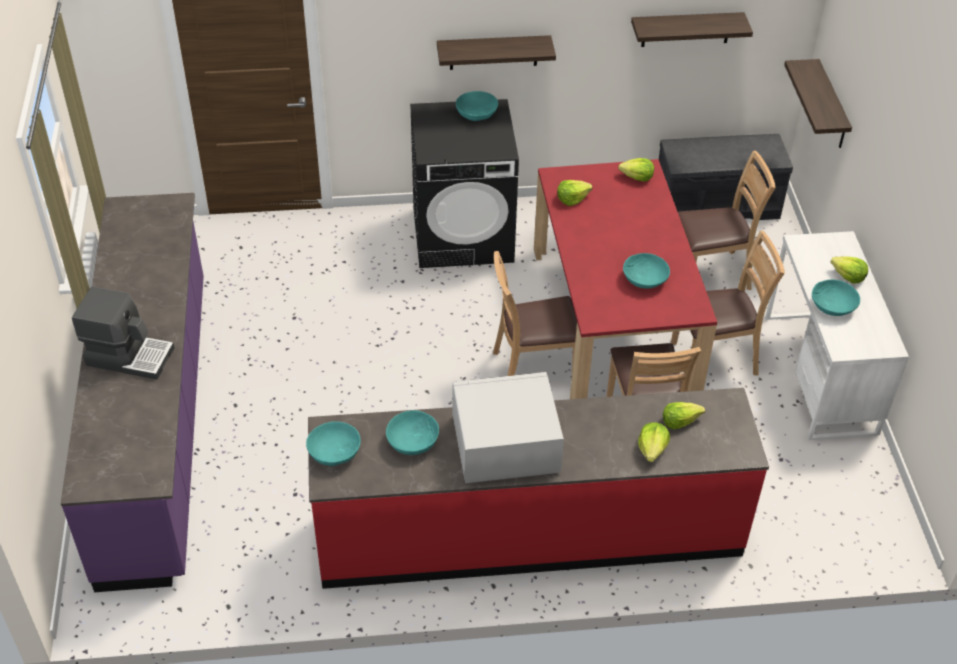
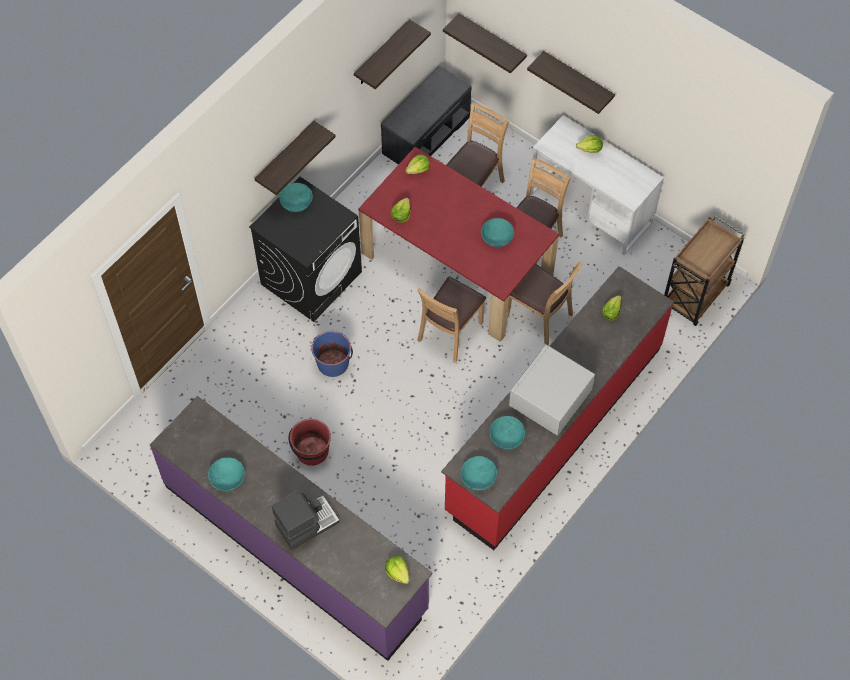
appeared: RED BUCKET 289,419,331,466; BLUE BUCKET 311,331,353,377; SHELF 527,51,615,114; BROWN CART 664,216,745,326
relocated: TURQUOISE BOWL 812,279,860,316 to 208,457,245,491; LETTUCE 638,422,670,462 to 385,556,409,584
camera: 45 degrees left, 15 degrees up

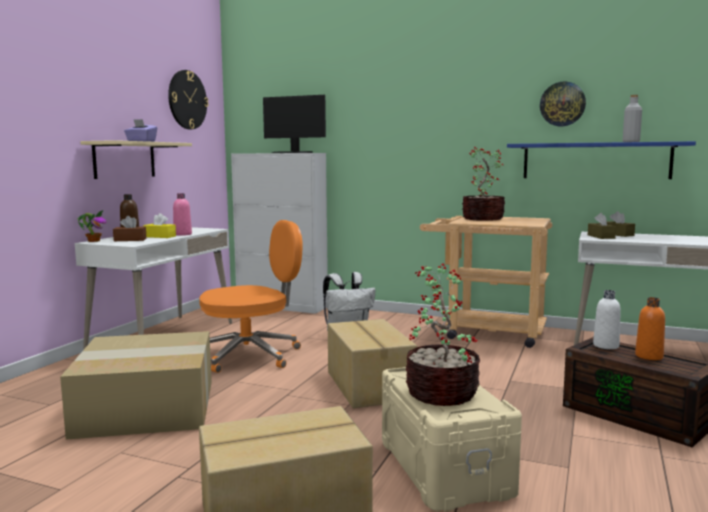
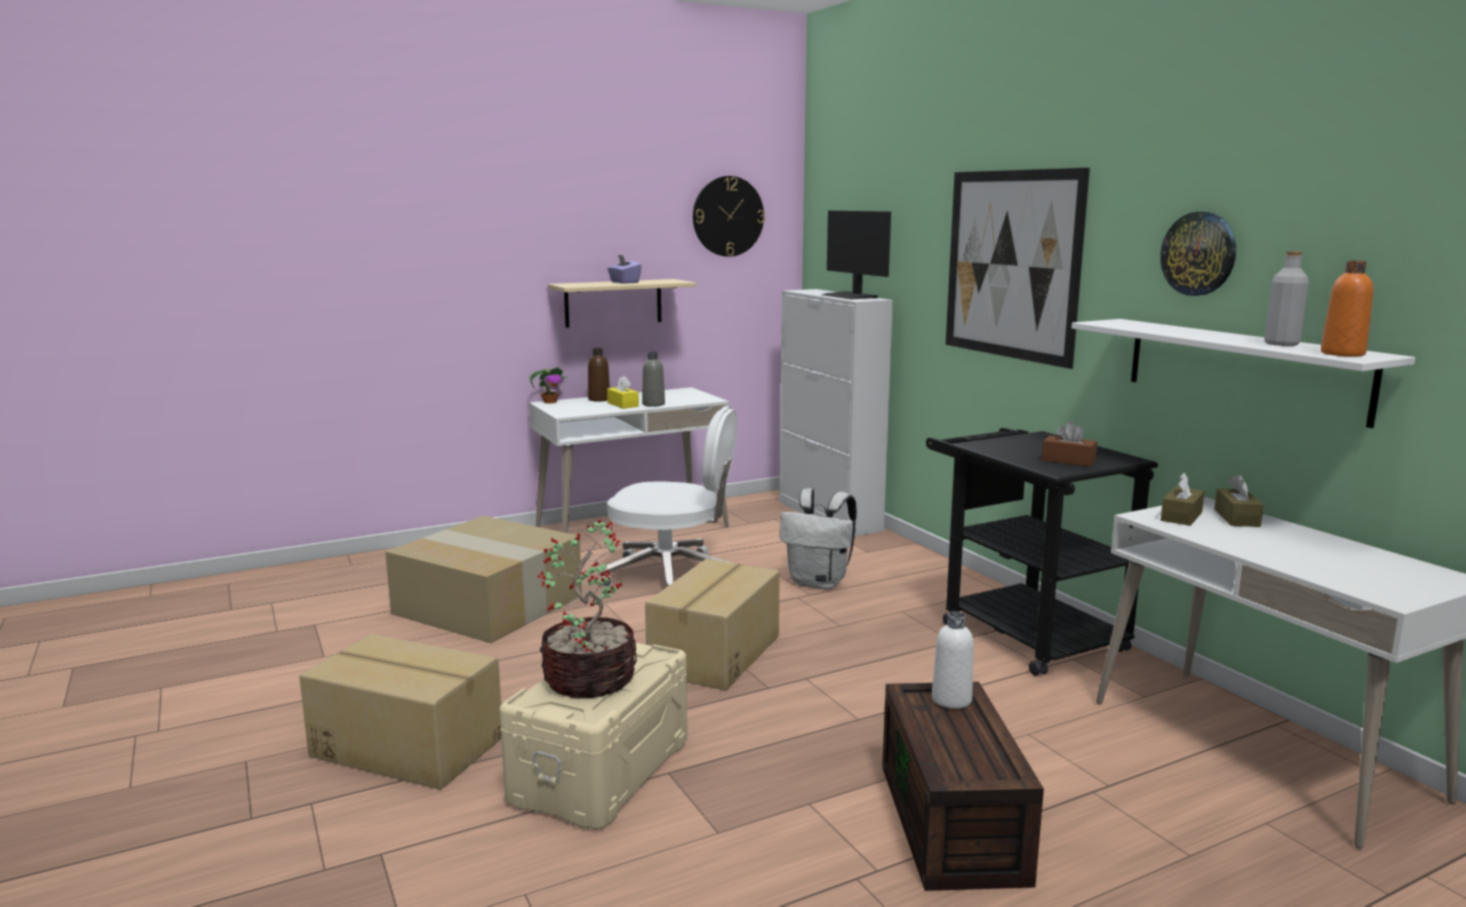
missing: POTTED PLANT 462,146,505,221
appeared: PICTURE 946,168,1090,369
relocated: BROWN TISSUE BOX 113,216,146,241 to 1042,421,1098,467; ORANGE BOTTLE 635,297,665,360 to 1321,260,1373,357
colour: ORANGE OFFICE CHAIR 199,220,303,373 to WHITE OFFICE CHAIR 600,406,737,587; PINK BOTTLE 173,193,192,236 to GREY BOTTLE 642,352,665,407; BEIGE CART 420,216,552,348 to BLACK CART 926,428,1158,676; BLUE SHELF 507,141,696,179 to WHITE SHELF 1072,319,1415,428
camera: 40 degrees right, 5 degrees up

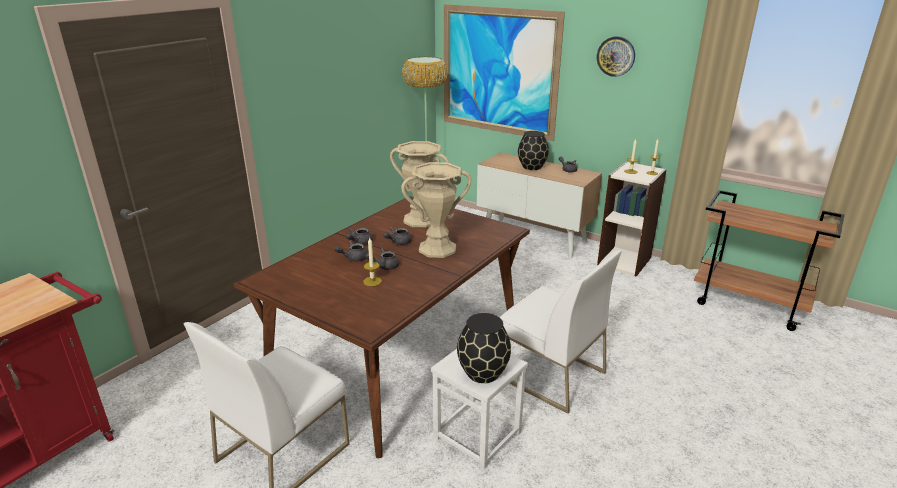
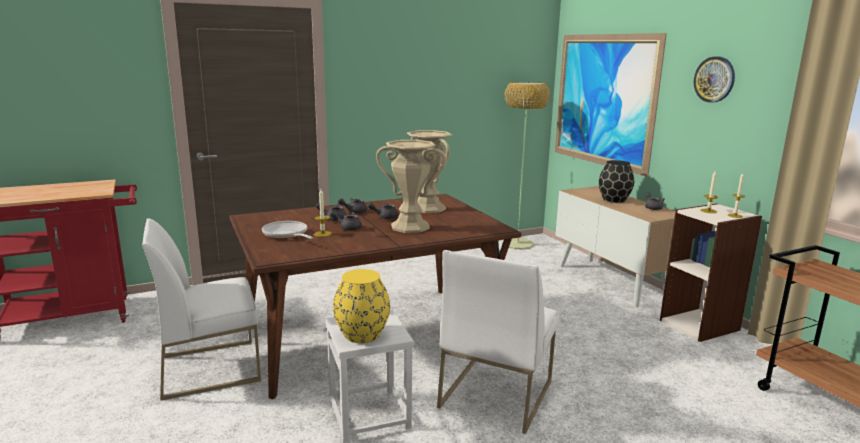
appeared: FRYING PAN 262,221,313,239
colour: BLACK VASE 457,313,511,383 to YELLOW VASE 333,269,390,343
spun: WHITE CHAIR 499,250,622,414 = 437,250,559,434 45 degrees clockwise
camera: 30 degrees right, 10 degrees down

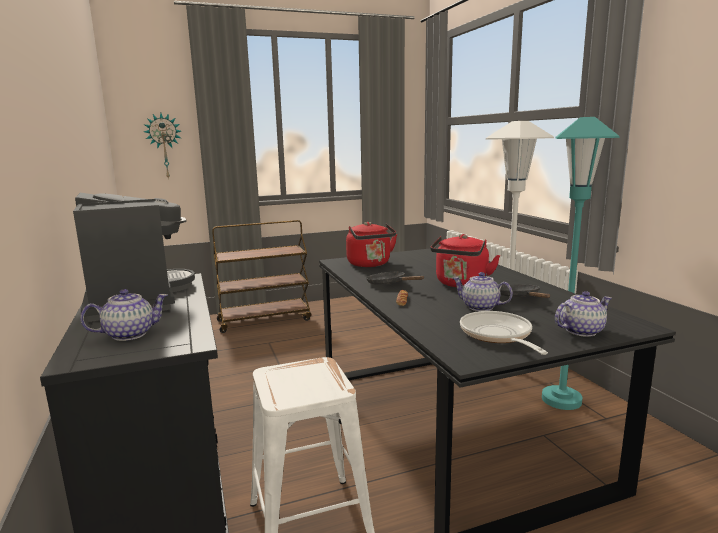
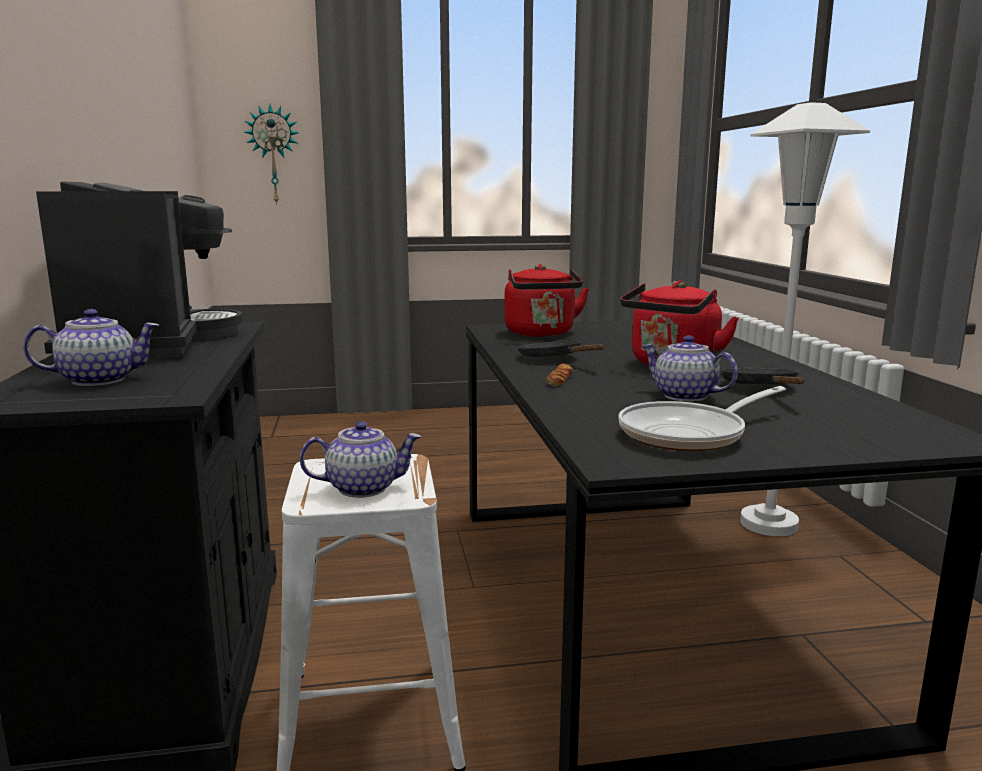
missing: BROWN CART 212,220,311,333; TURQUOISE FLOOR LAMP 542,117,620,410
relocated: TEAPOT 555,291,612,337 to 300,421,421,498
spun: FRYING PAN 460,311,548,355 = 618,386,786,451 120 degrees counterclockwise
camera: 10 degrees right, 0 degrees up

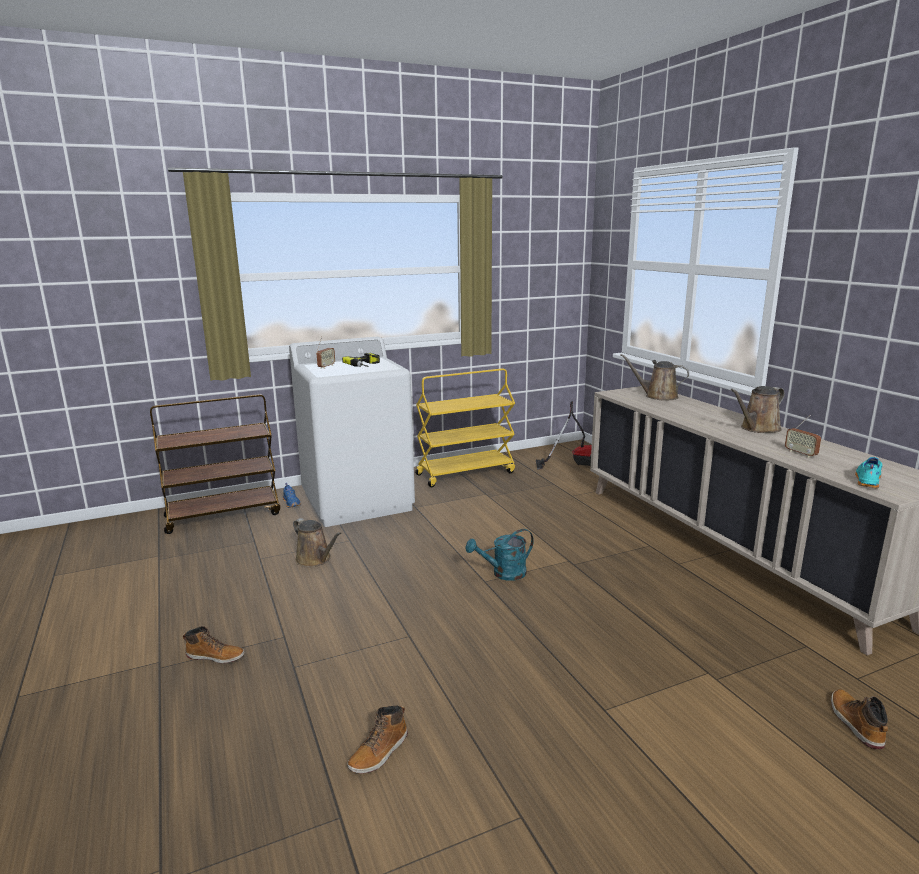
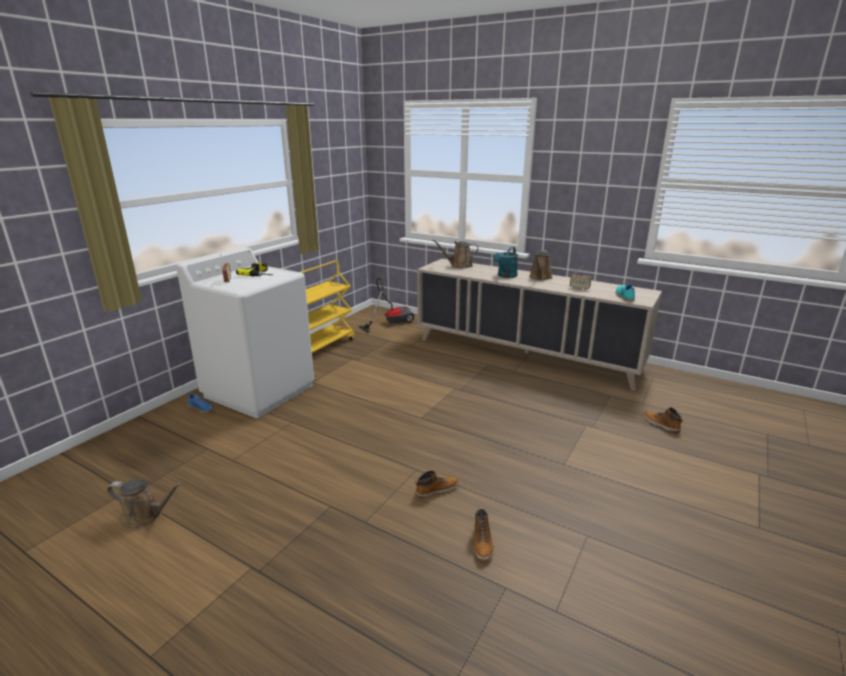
missing: BROWN CART 150,394,280,534
relocated: BROWN WATERING CAN 293,518,342,567 to 107,479,182,530; BOOT 183,626,245,664 to 415,471,459,498; TURQUOISE WATERING CAN 465,529,534,581 to 493,247,518,278
camera: 35 degrees left, 5 degrees up

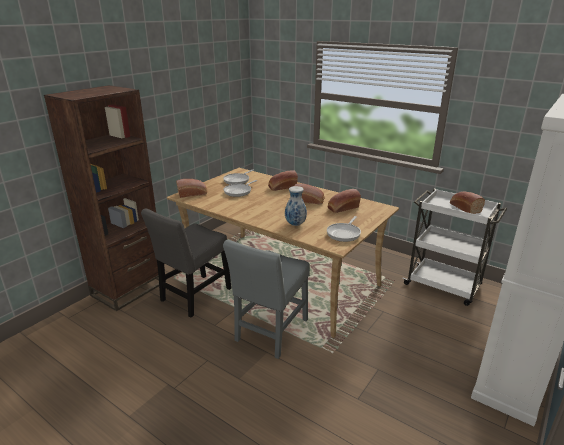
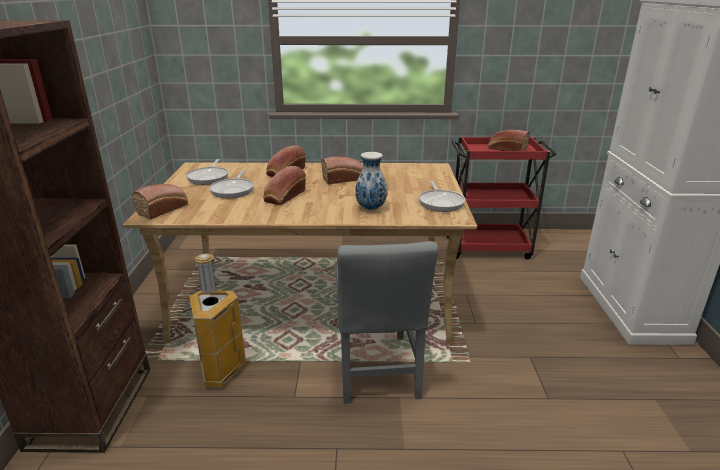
relocated: BREAD 328,189,361,213 to 263,166,306,205
exchanged: GREY CHAIR 141,209,231,317 to TRASH CAN 189,253,246,388
colour: WHITE CART 402,189,507,306 to RED CART 447,137,557,260
camera: 35 degrees left, 0 degrees up

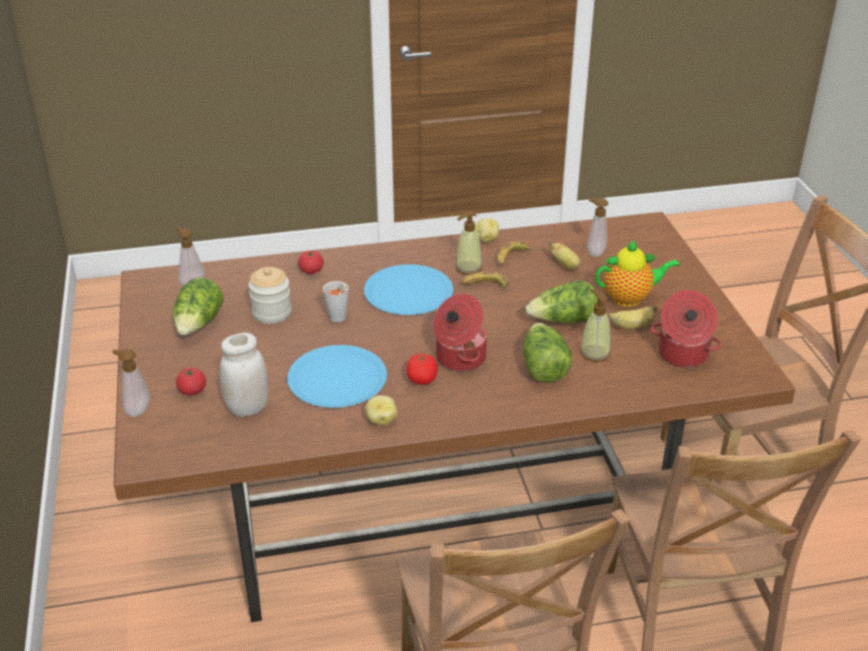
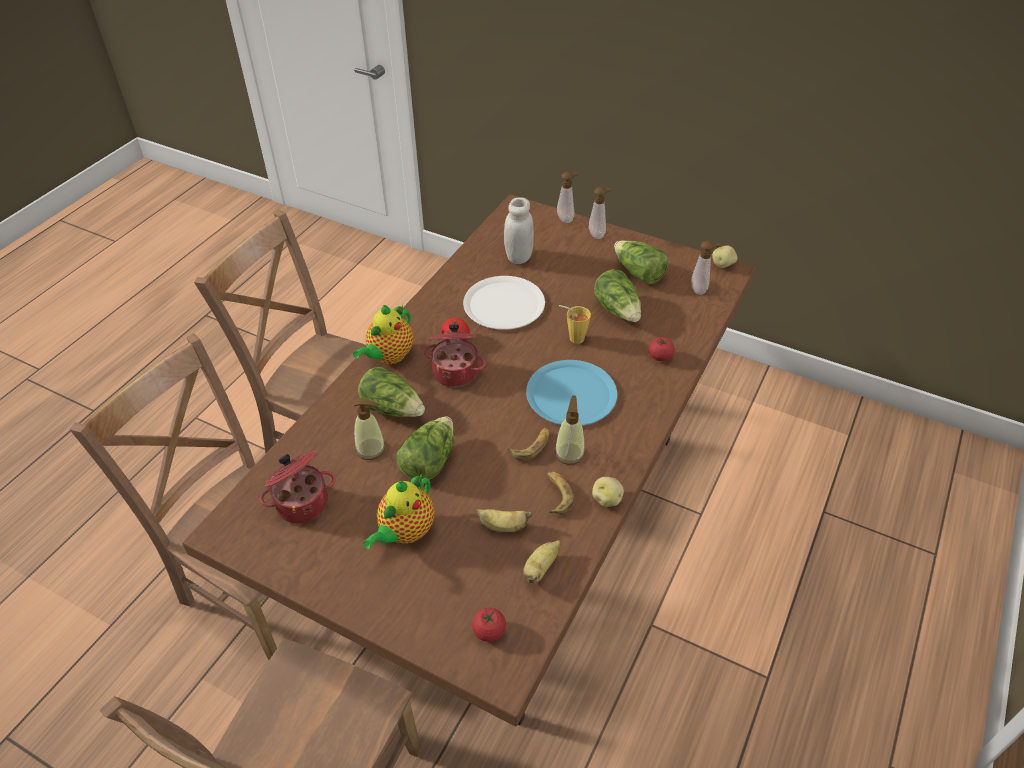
appeared: TEAPOT 353,305,413,364
relocated: TOMATO 176,368,206,395 to 472,608,506,642; BANANA 608,306,658,329 to 523,540,561,584; SOAP DISPENSER 587,198,608,257 to 589,187,612,239; POTATO 365,395,398,425 to 712,246,737,268
exchanged: JAR 248,267,291,324 to LETTUCE 594,270,641,322
colour: BLUE PLATE 287,345,387,408 to WHITE PLATE 463,276,545,330; GREY CUP 323,281,349,322 to YELLOW CUP 559,305,591,344
camera: 130 degrees right, 10 degrees up

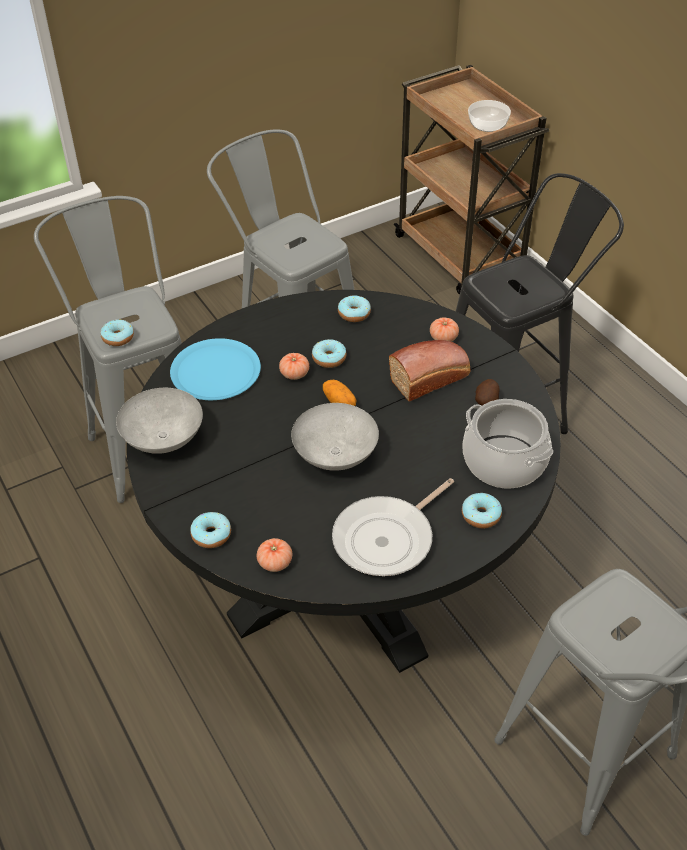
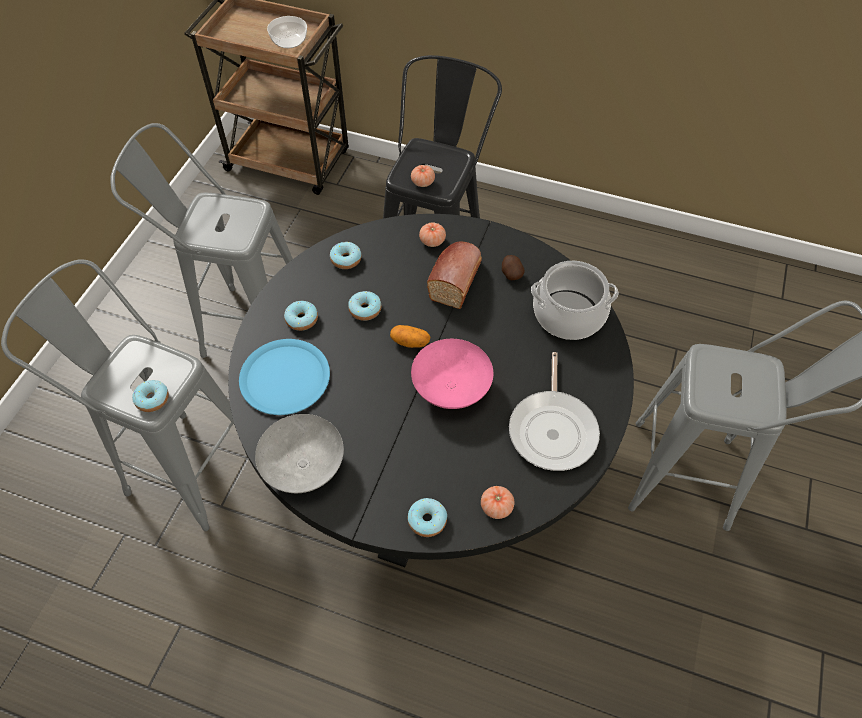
relocated: DONUT 462,493,502,528 to 284,301,318,331; TOMATO 279,353,309,380 to 411,165,435,187
colour: GREY BOWL 291,403,379,471 to PINK BOWL 411,339,493,409
camera: 40 degrees left, 10 degrees up

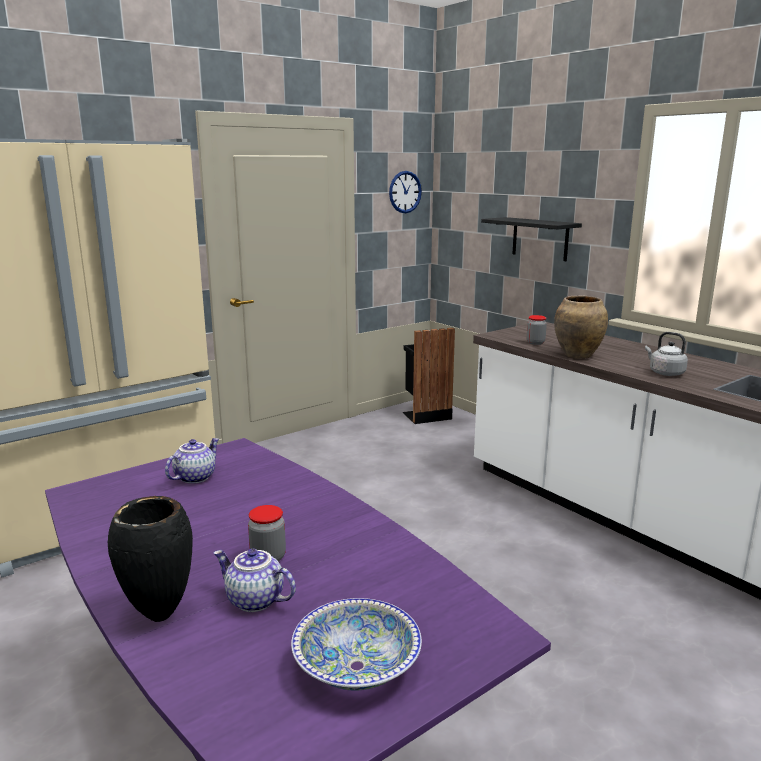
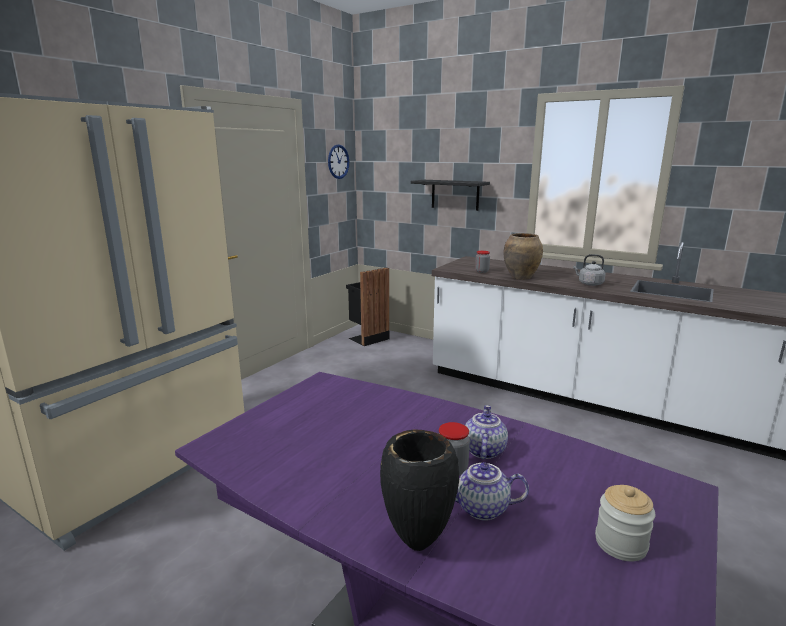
relocated: TEAPOT 165,438,219,484 to 465,405,508,459
exchanged: BOWL 291,598,422,690 to JAR 595,485,655,561
camera: 20 degrees left, 0 degrees up

